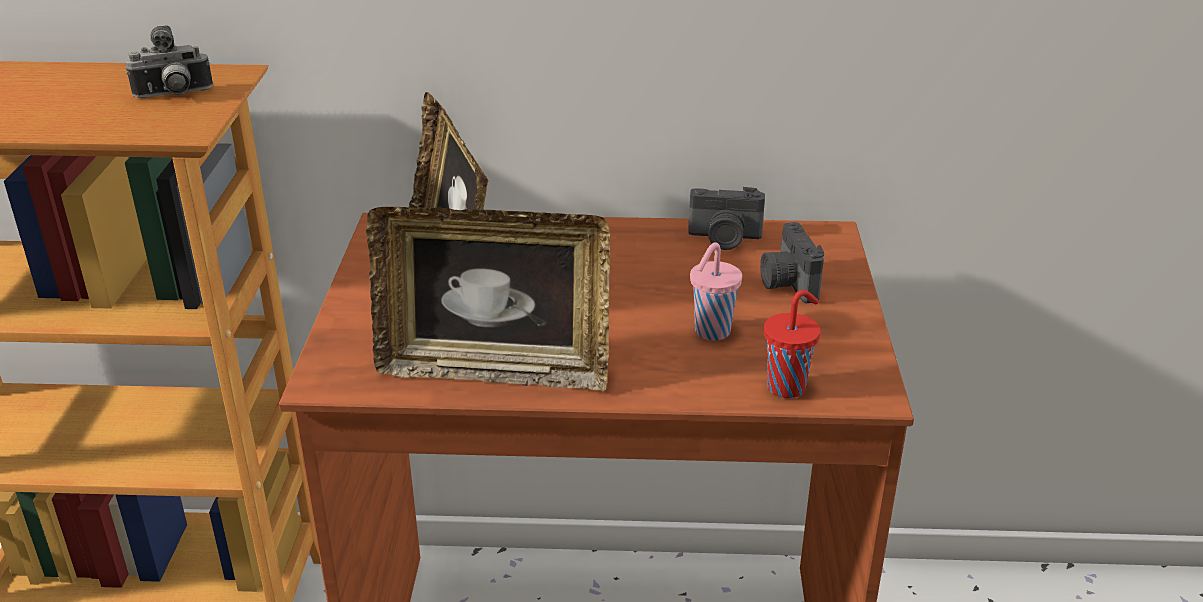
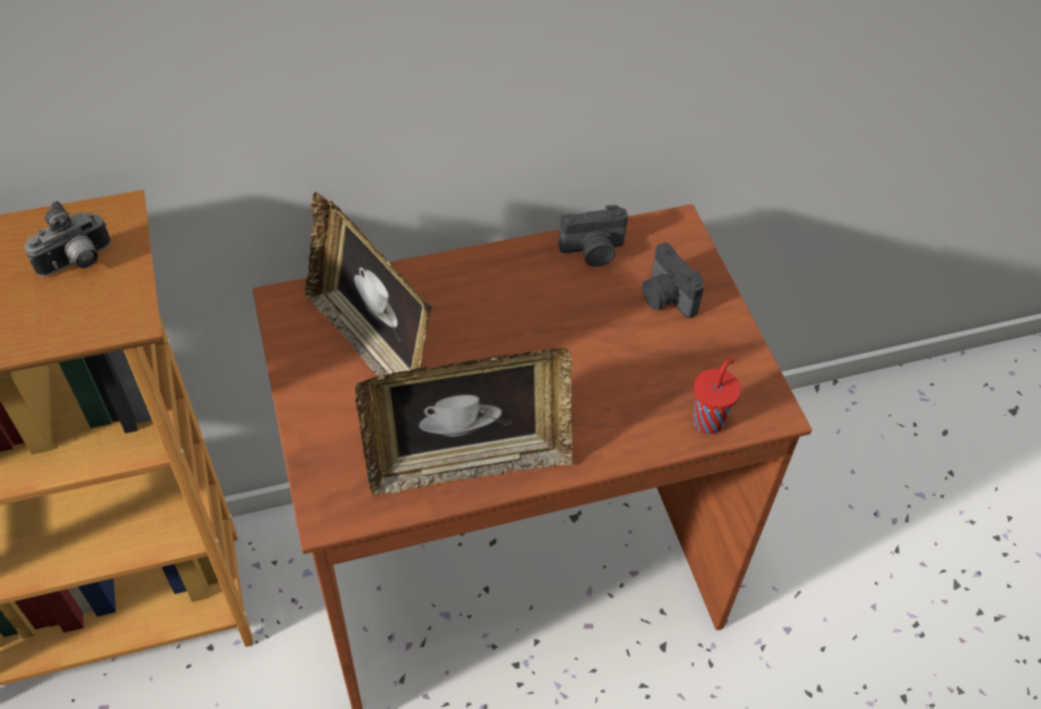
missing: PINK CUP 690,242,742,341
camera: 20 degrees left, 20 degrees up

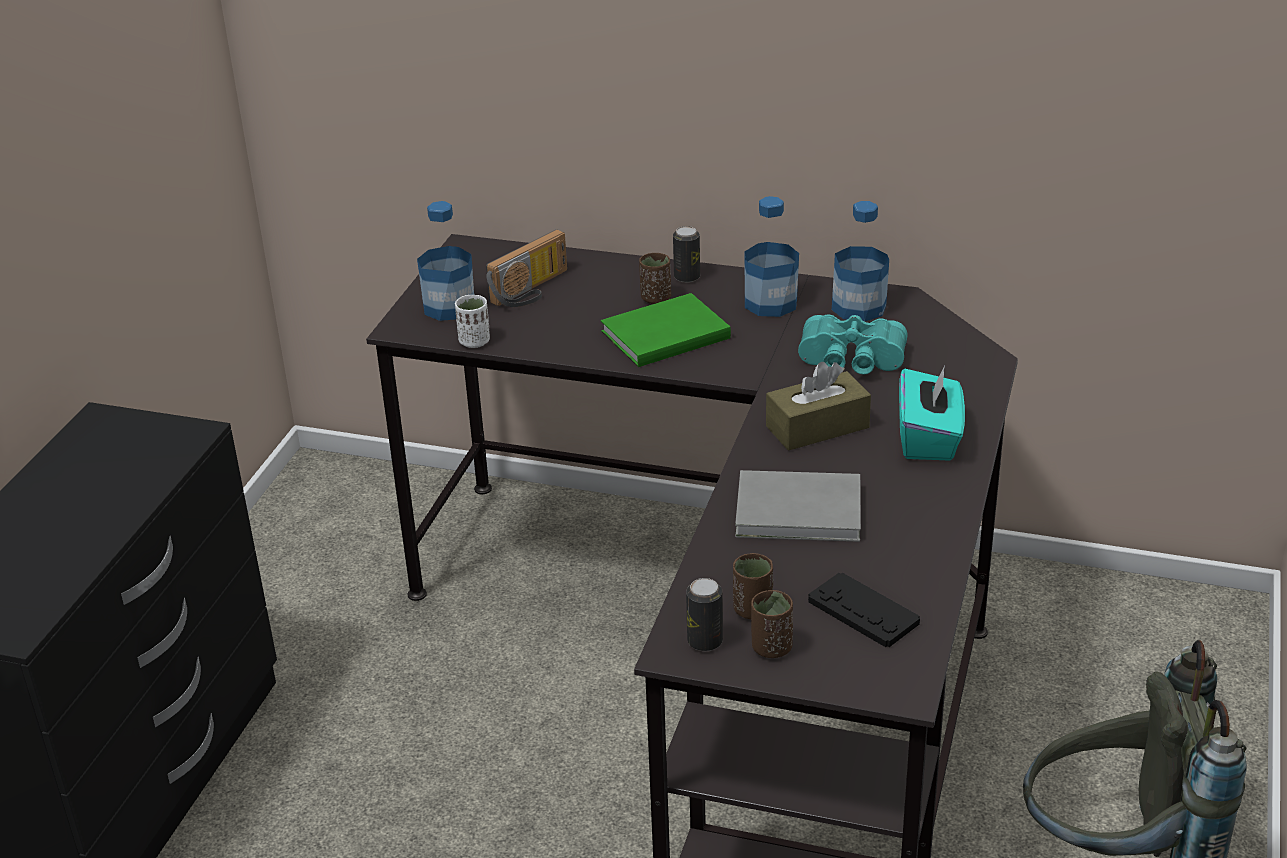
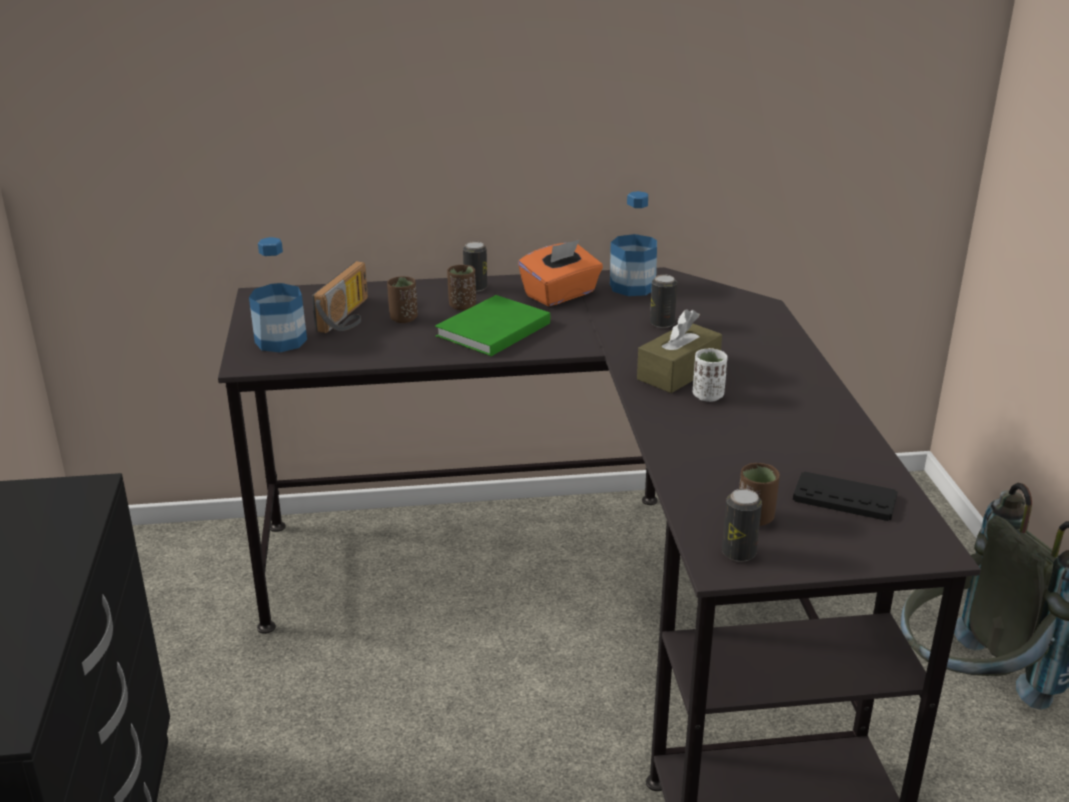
missing: GREY BOOK 735,470,861,542; TURQUOISE TISSUE BOX 899,366,965,461
relocated: BROWN CUP 751,590,793,658 to 387,276,418,323; WHITE CUP 455,295,490,348 to 693,348,728,402
exchanged: BOTTLE 744,196,799,317 to ORANGE TISSUE BOX 518,239,603,306; TURQUOISE BINOCULARS 798,315,908,375 to CAN 650,274,677,328
camera: 25 degrees left, 5 degrees down

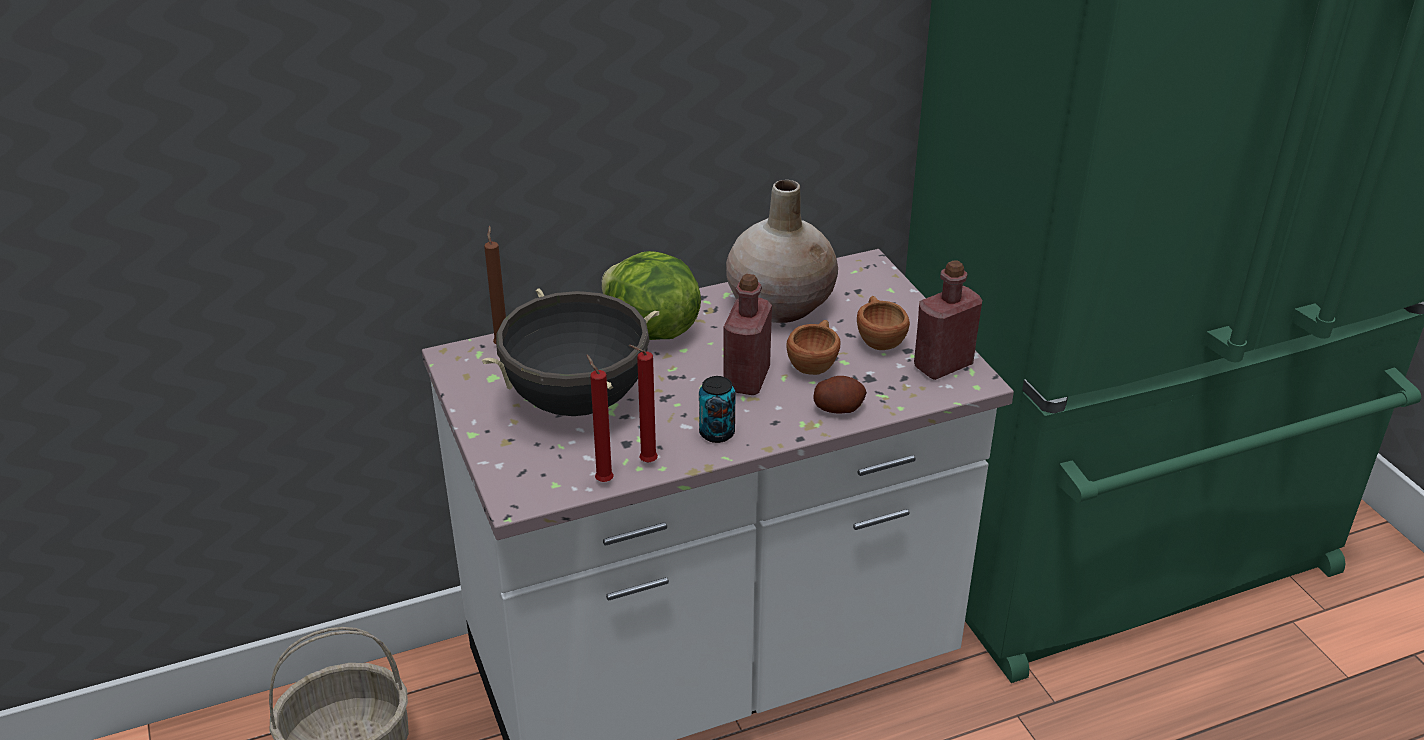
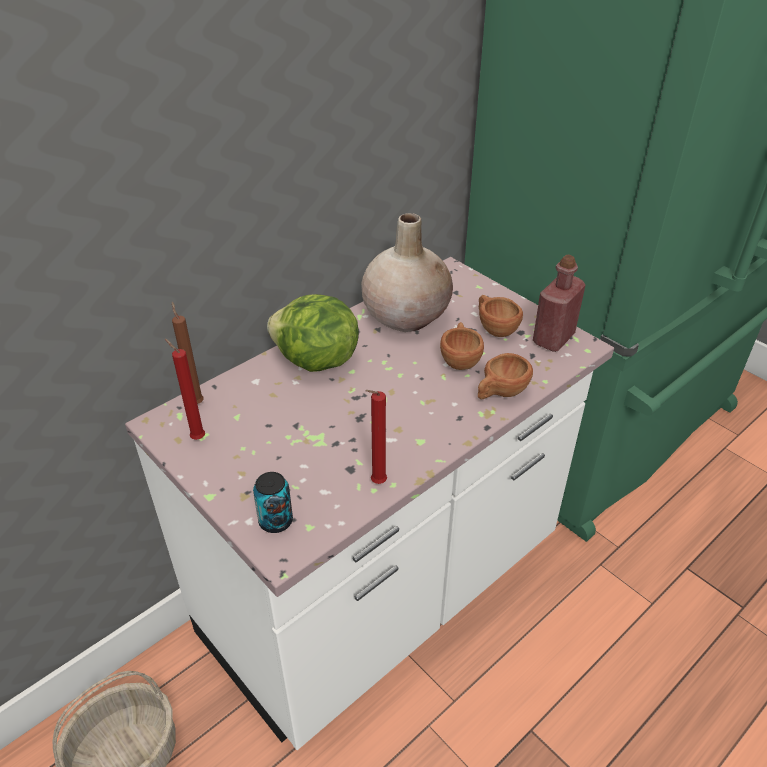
missing: BLACK COOKING POT 482,288,659,416; RED BOTTLE 723,274,772,395
relocated: RED CANDLE 587,355,614,482 to 165,339,205,440; CAN 699,376,735,443 to 253,472,293,533
exchanged: POTATO 813,376,867,414 to BROWN CUP 478,353,533,399
camera: 20 degrees left, 5 degrees up

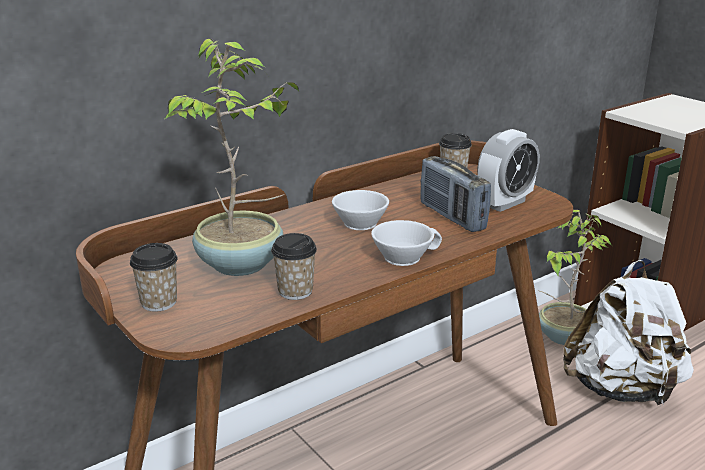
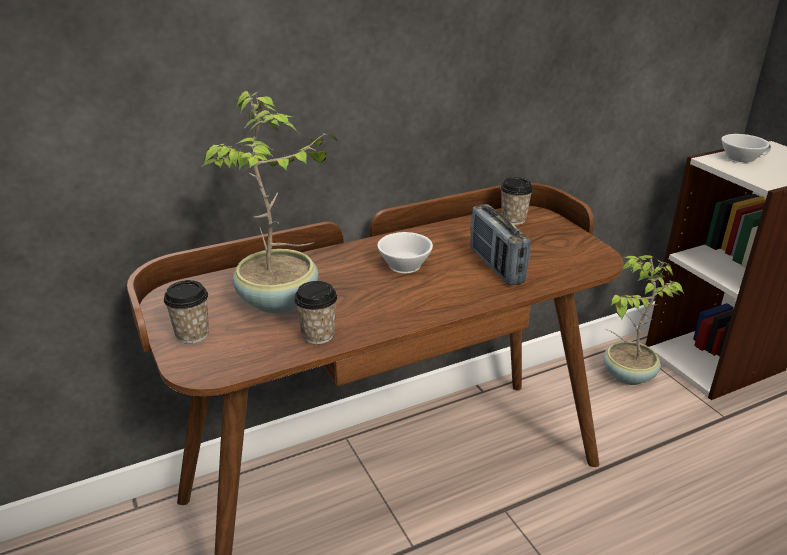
missing: ALARM CLOCK 477,129,540,212; WHITE BACKPACK 563,260,694,406
relocated: WHITE CUP 371,220,442,266 to 721,134,771,164
camera: 10 degrees right, 5 degrees up

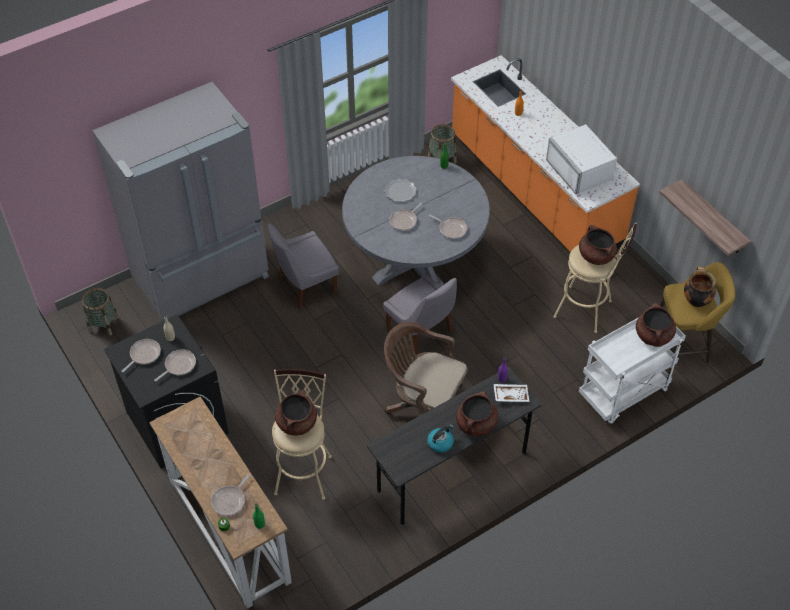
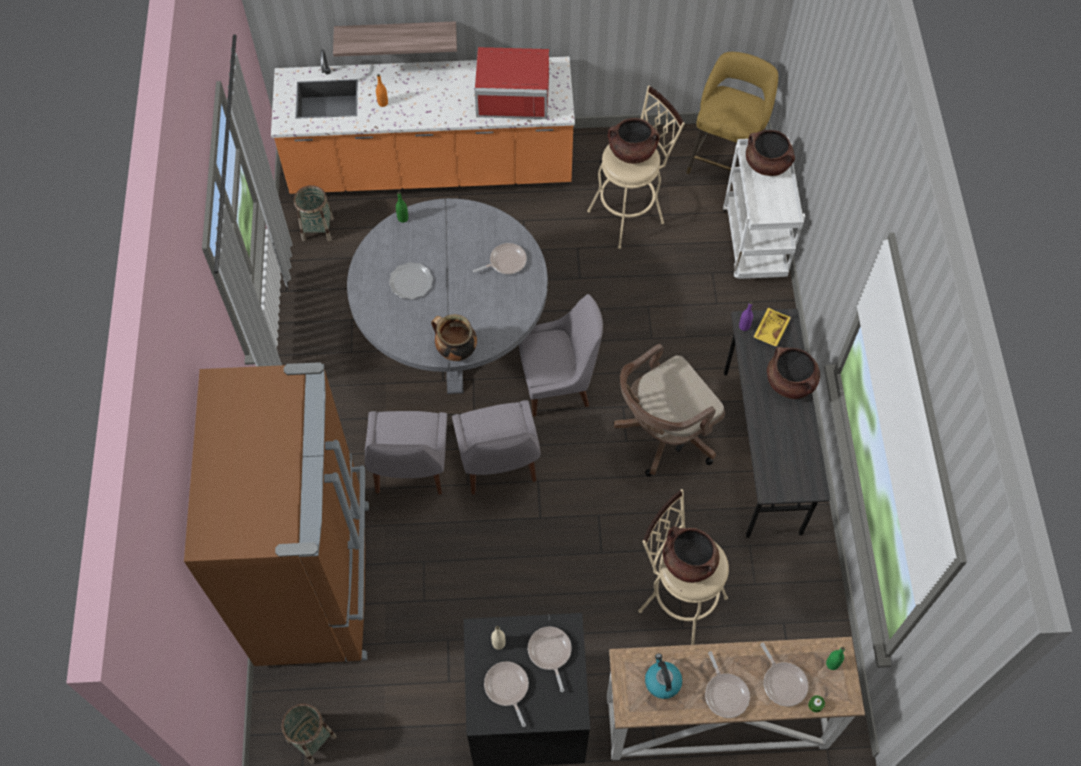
appeared: GREY CHAIR 452,400,540,495
relocated: SHELF 659,179,751,256 to 333,21,457,57; COOKING POT 684,266,716,307 to 431,314,477,361; KETTLE 427,425,454,453 to 645,654,682,699; FRYING PAN 389,203,422,231 to 705,651,750,718
colour: GREY FRIDGE 92,82,269,321 to BROWN FRIDGE 184,362,369,666; WHITE MICROWAVE 546,124,617,194 to RED MICROWAVE 475,47,549,119; WHITE TRAY 493,384,530,402 to YELLOW TRAY 753,308,791,347
camera: 60 degrees left, 10 degrees up

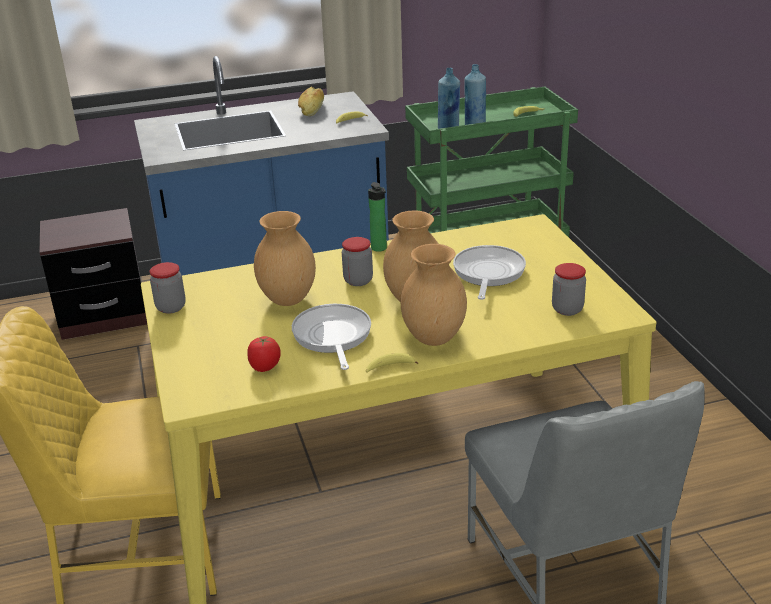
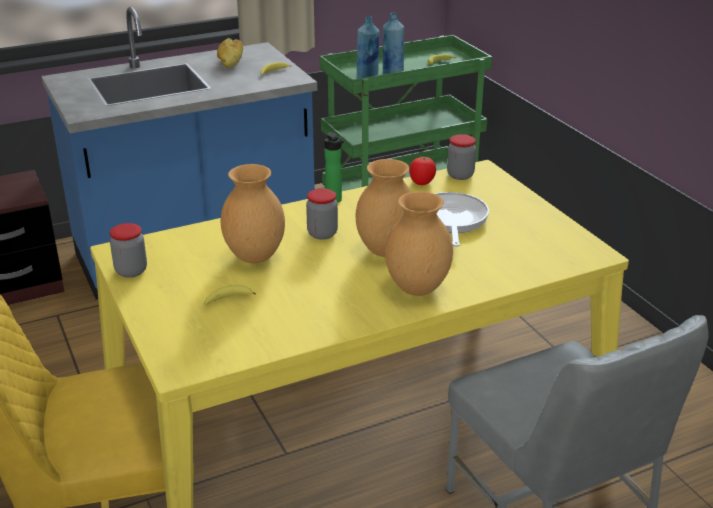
missing: FRYING PAN 292,304,371,370
relocated: BANANA 366,353,418,373 to 203,285,256,306; TOMATO 247,336,281,372 to 409,157,436,185; JAR 552,263,586,316 to 447,134,476,180
camera: 10 degrees left, 0 degrees up

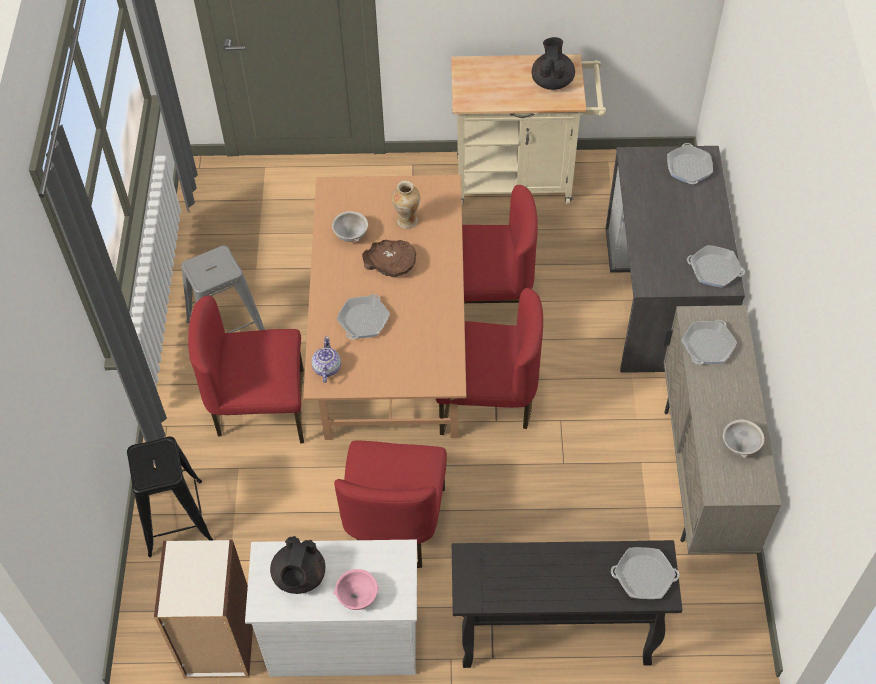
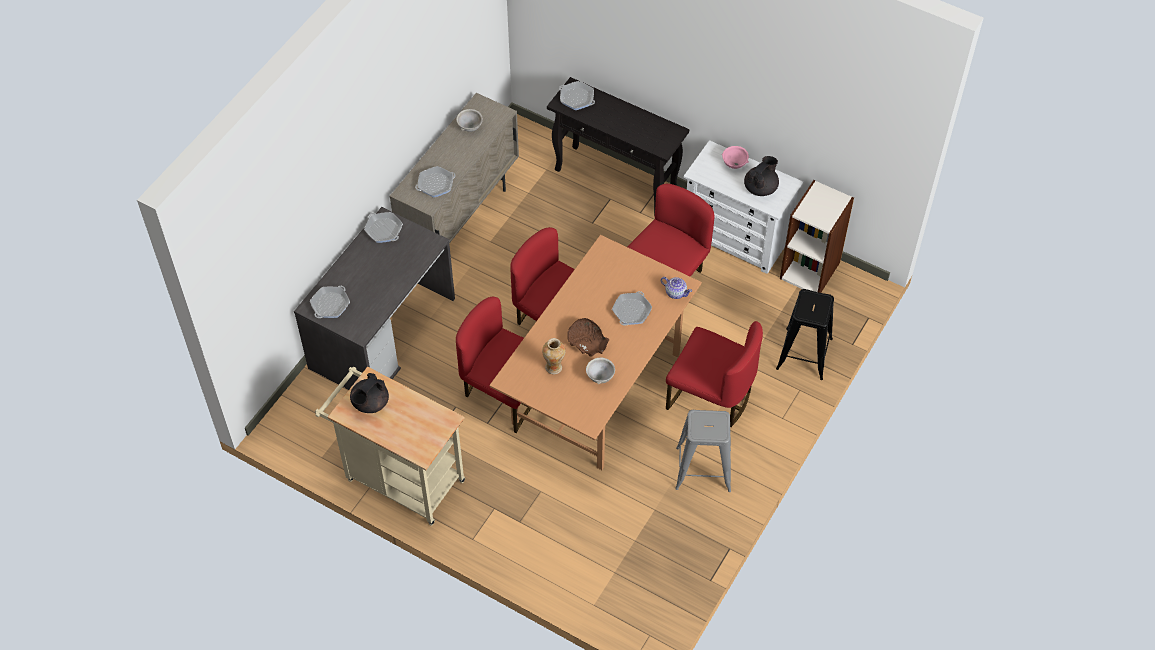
spun: FRYING PAN 337,294,390,339 = 612,291,652,326 150 degrees clockwise; TEAPOT 311,336,341,383 = 661,277,692,299 90 degrees counterclockwise
camera: 150 degrees left, 0 degrees up

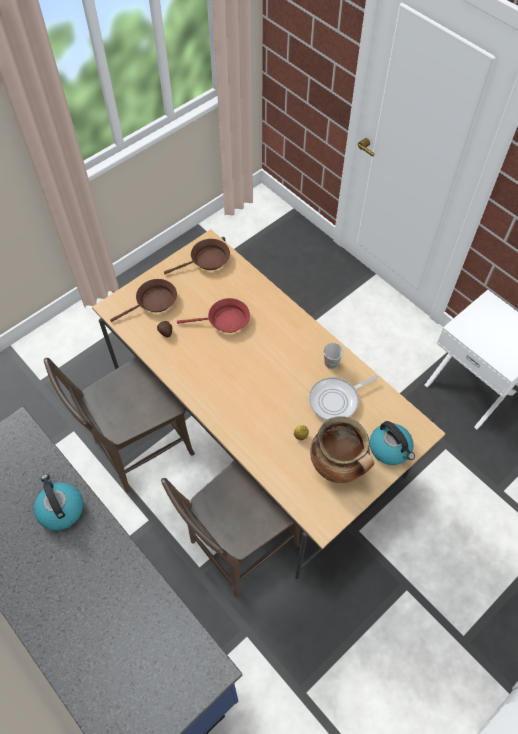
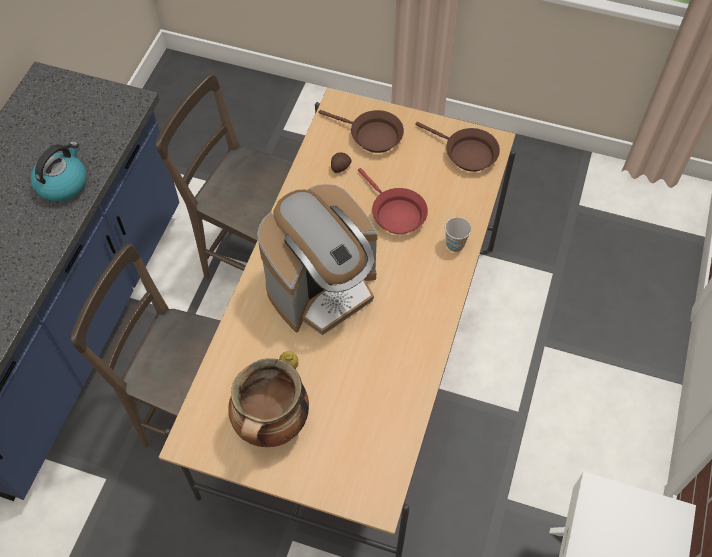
missing: FRYING PAN 309,375,378,421; KETTLE 369,421,415,465
appeared: COFFEE MACHINE 257,184,378,335
relocated: CUP 323,343,344,369 to 445,217,472,252
camera: 60 degrees right, 0 degrees up

